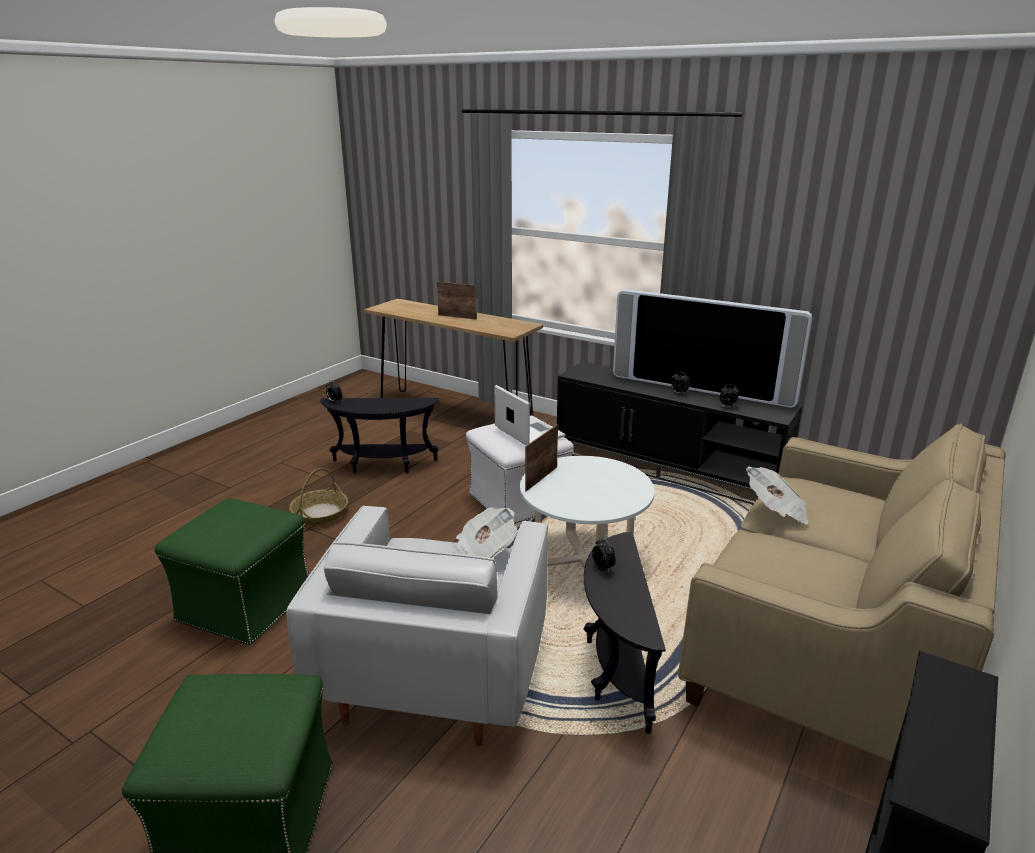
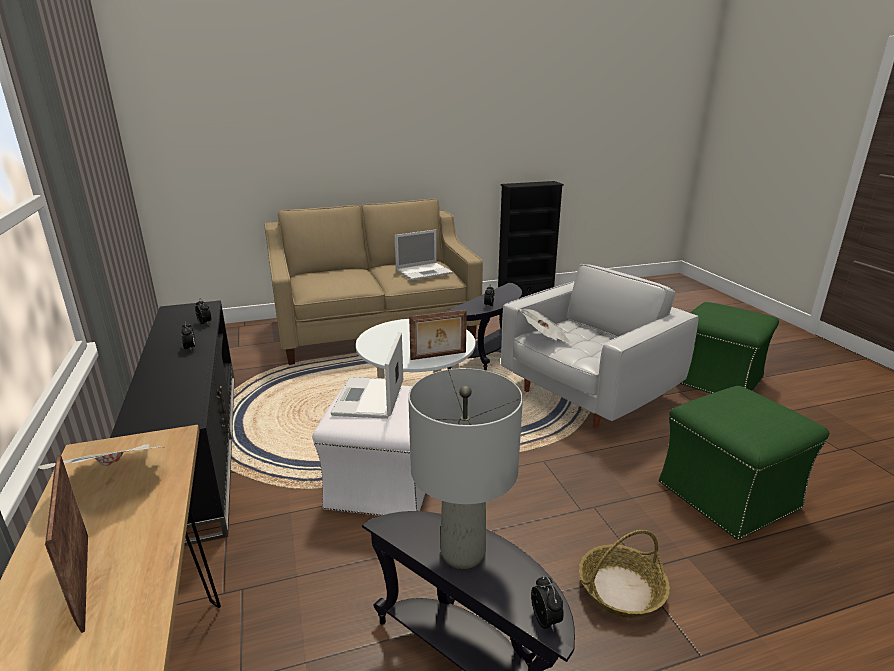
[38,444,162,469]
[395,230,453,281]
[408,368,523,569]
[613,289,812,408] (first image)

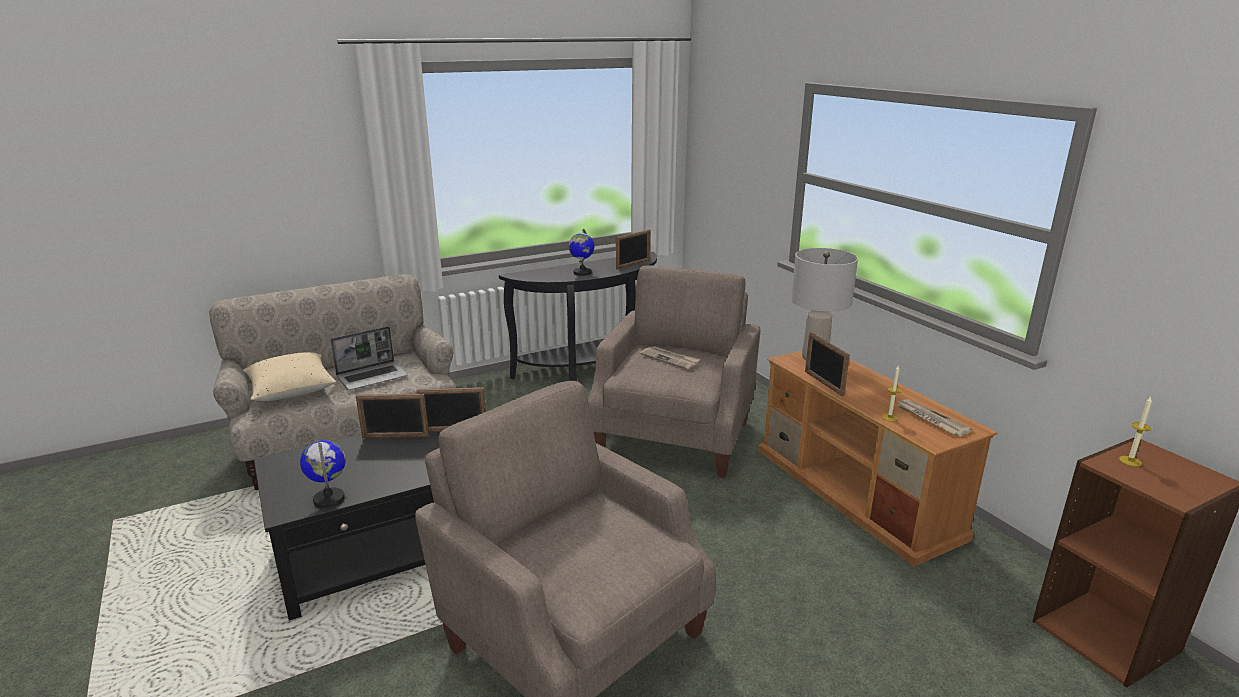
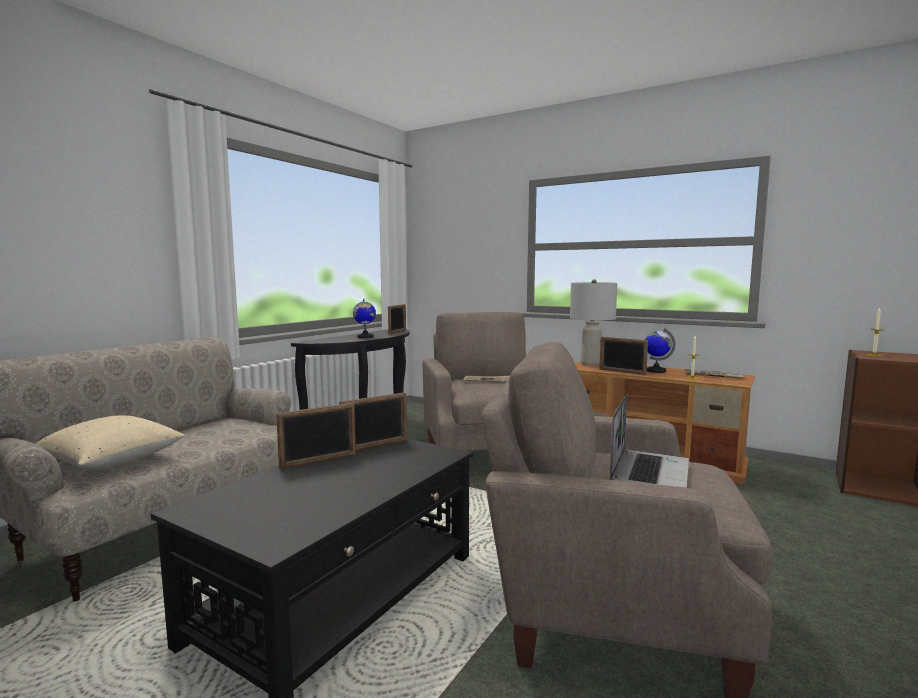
[610,394,689,488]
[645,328,675,373]

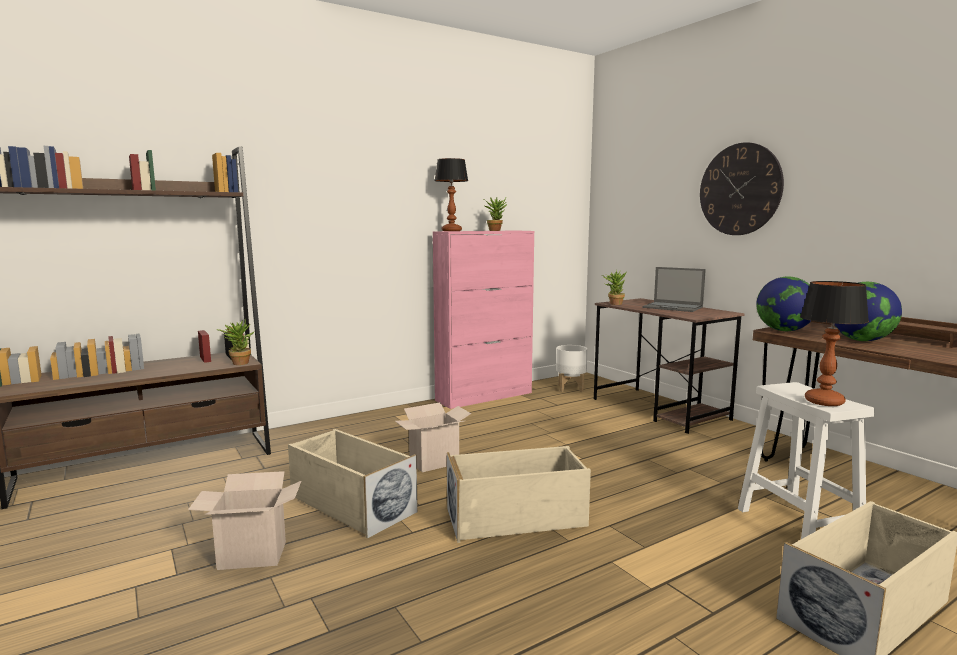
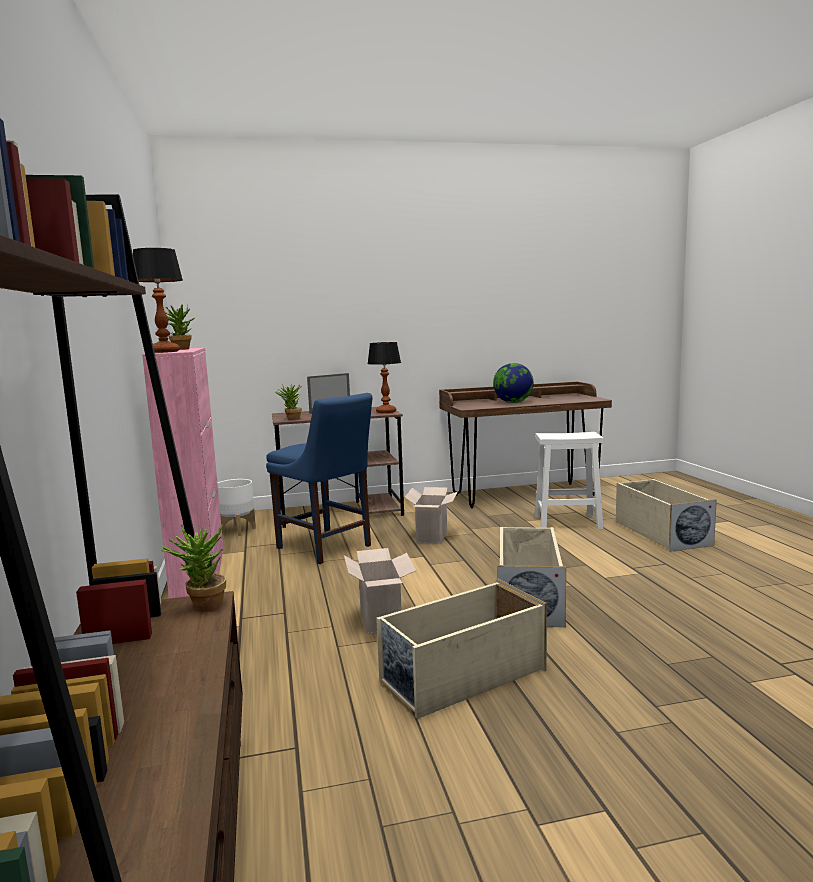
[266,393,372,564]
[367,342,401,413]
[405,487,458,543]
[700,142,784,235] (first image)
[756,277,811,331] (first image)

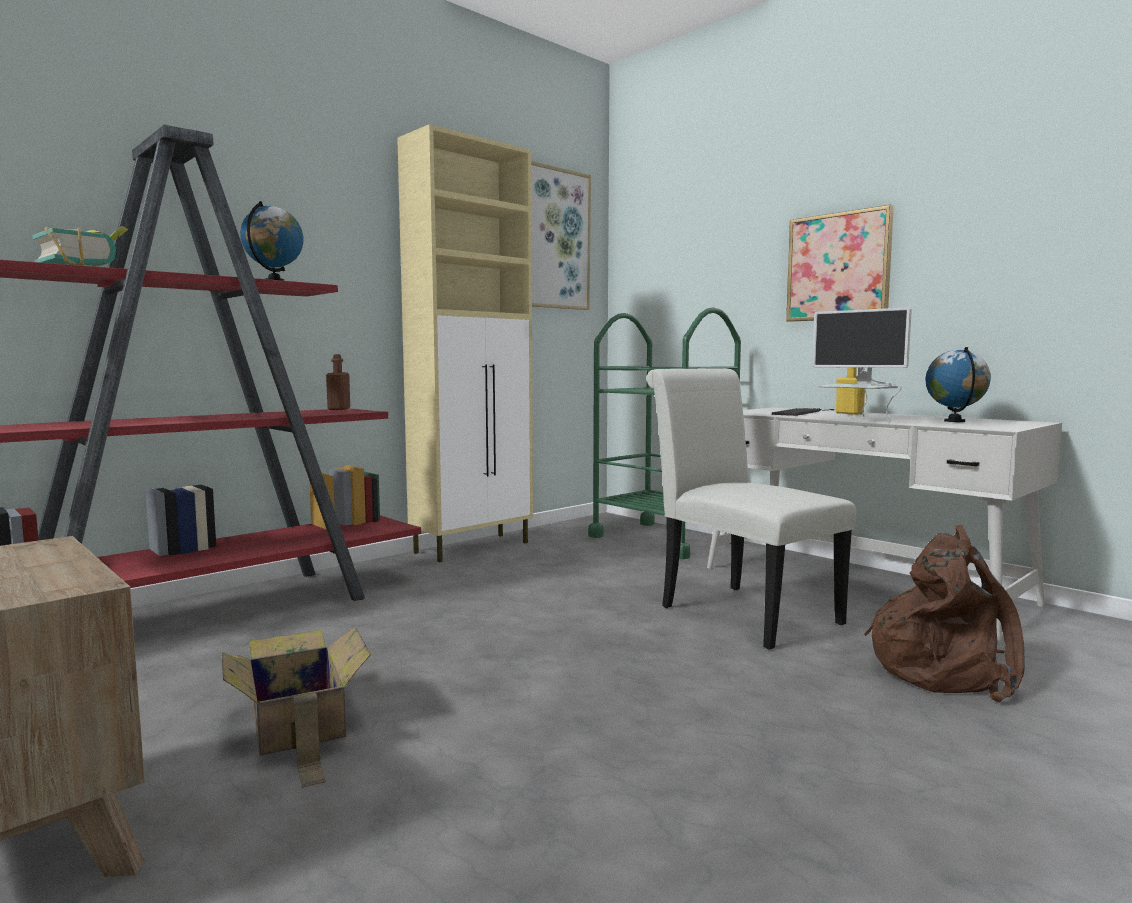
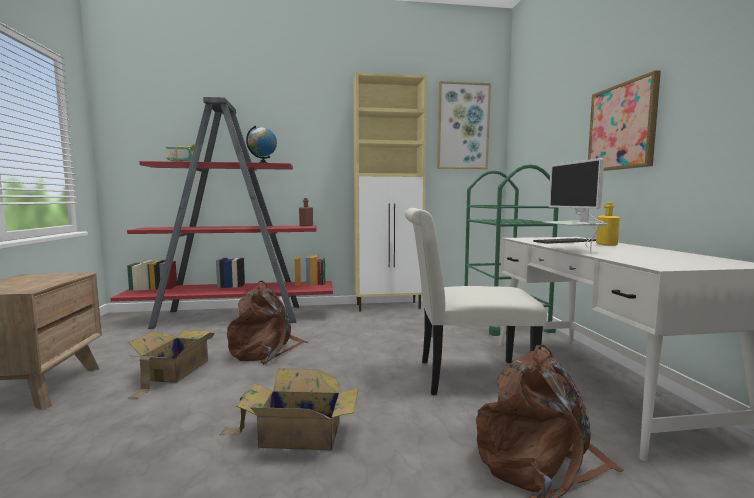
[220,368,359,450]
[227,281,308,364]
[405,208,547,395]
[925,347,991,422] (first image)

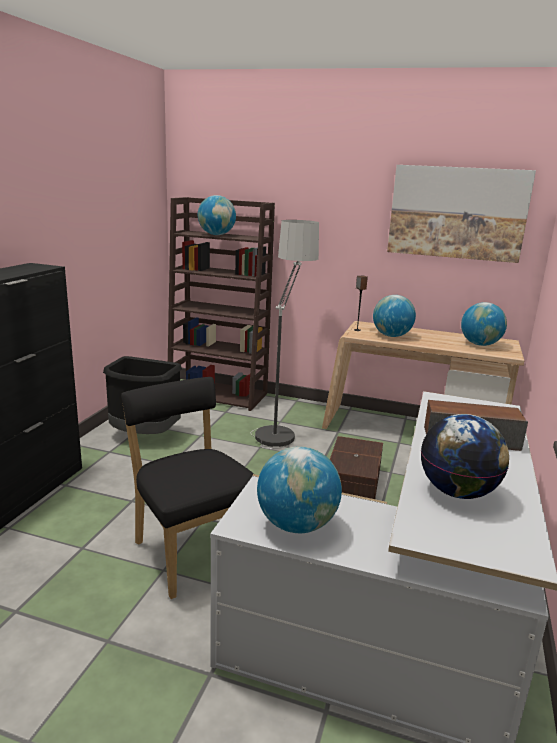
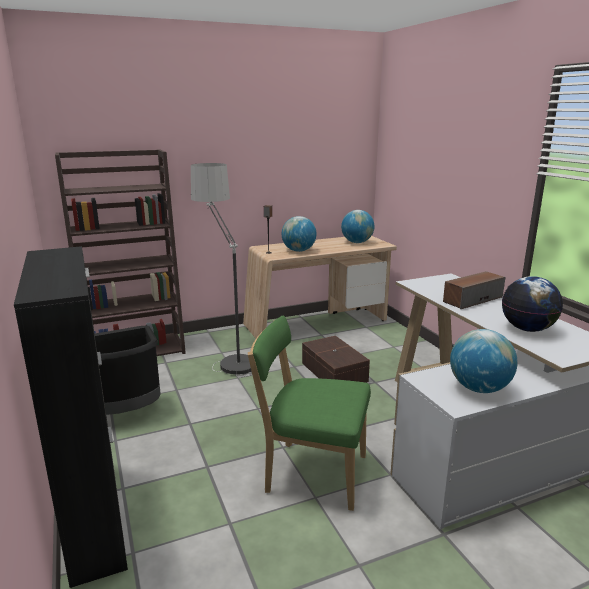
[248,315,371,511]
[198,195,236,235] (first image)
[387,165,536,263] (first image)

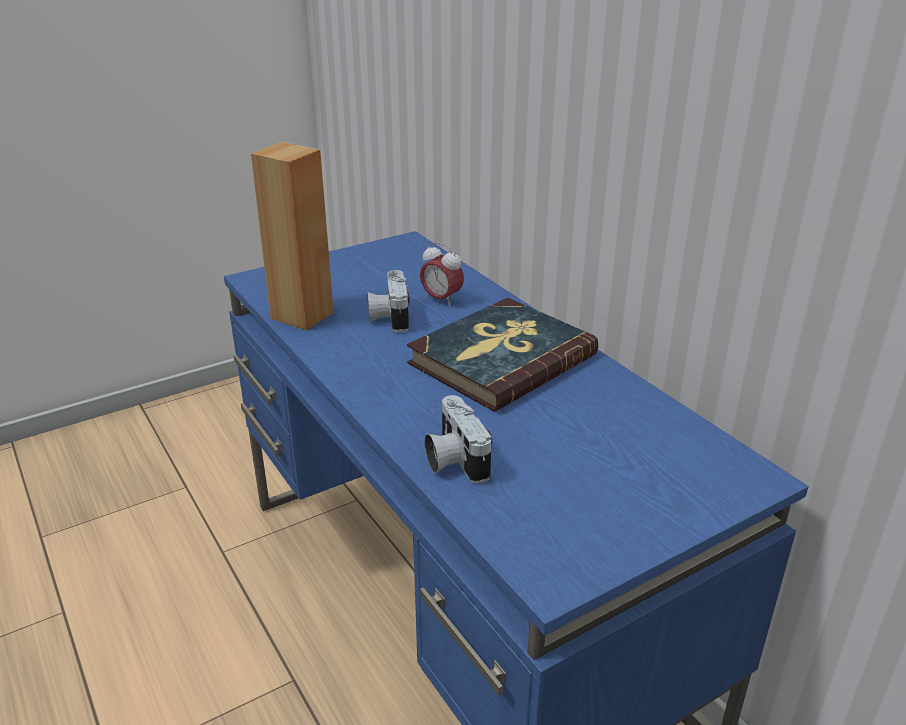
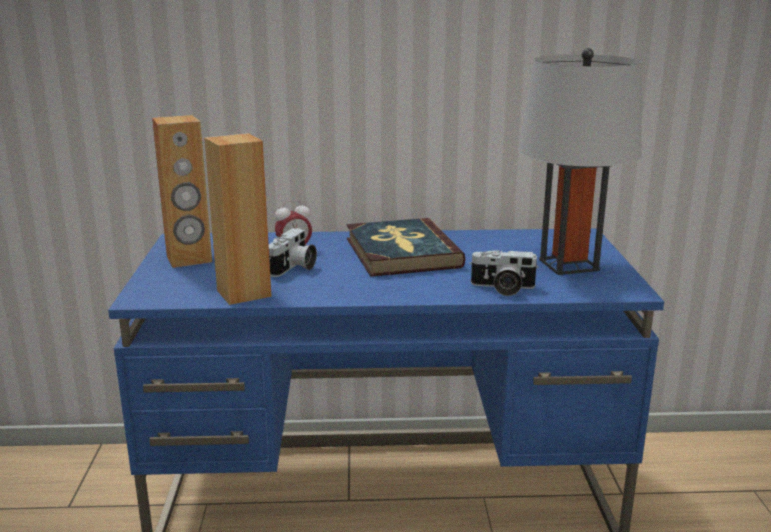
[152,115,212,268]
[269,228,317,277]
[518,48,642,275]

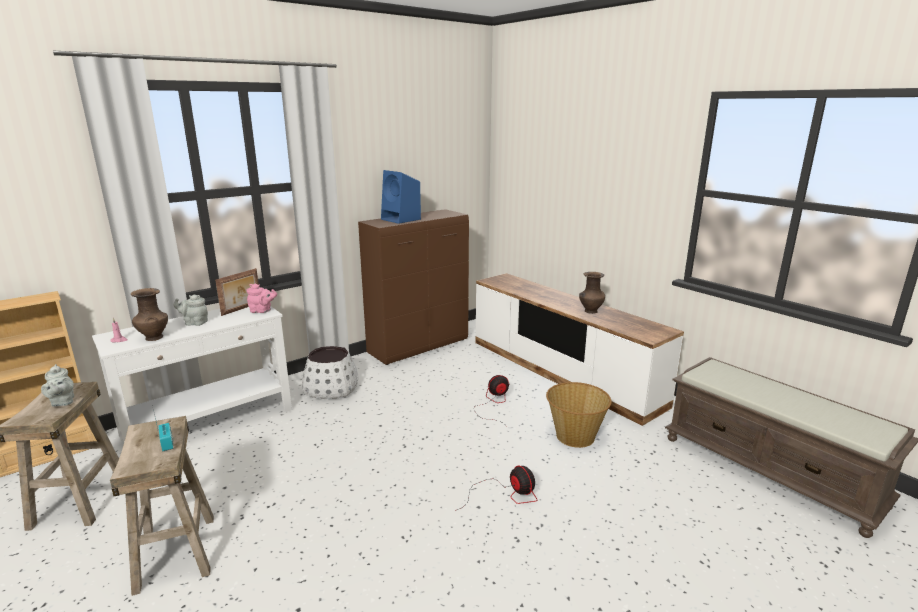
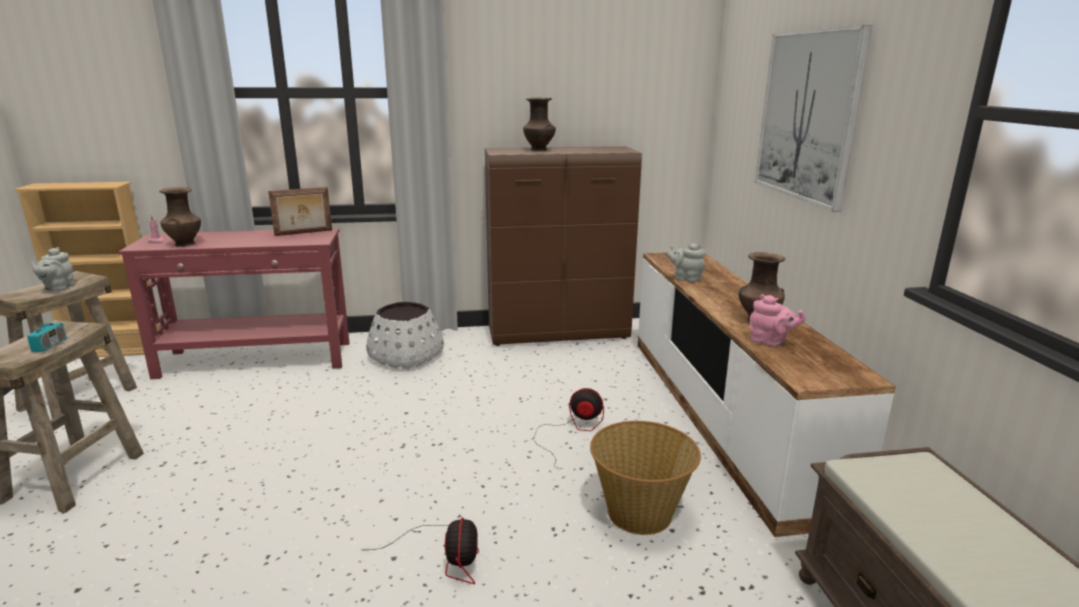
[119,228,349,379]
[523,98,556,151]
[667,243,705,282]
[750,294,806,347]
[755,25,873,212]

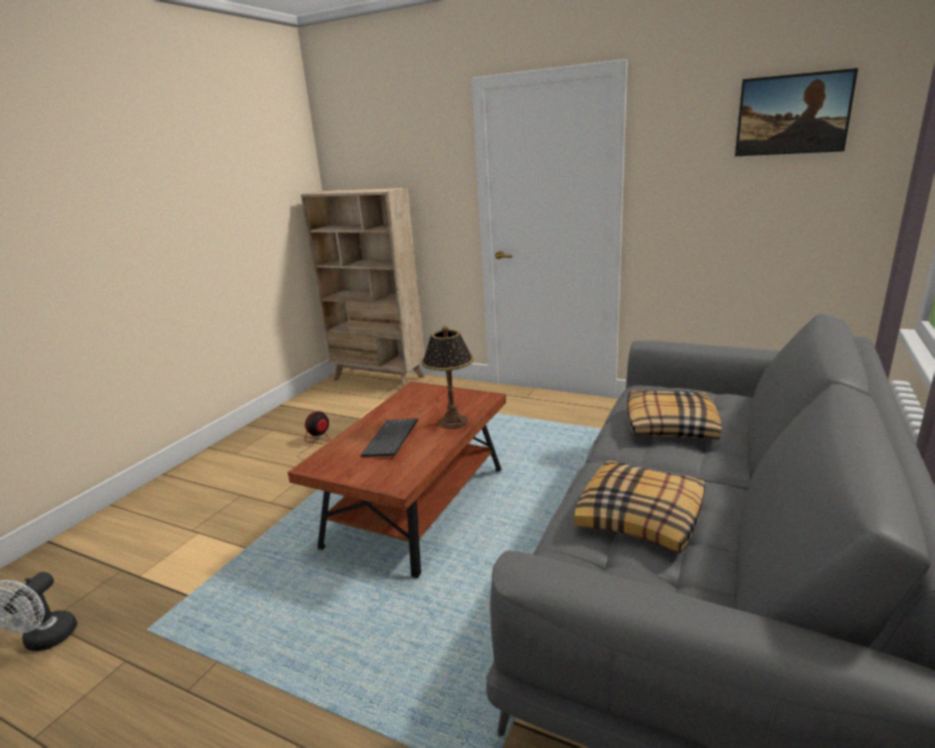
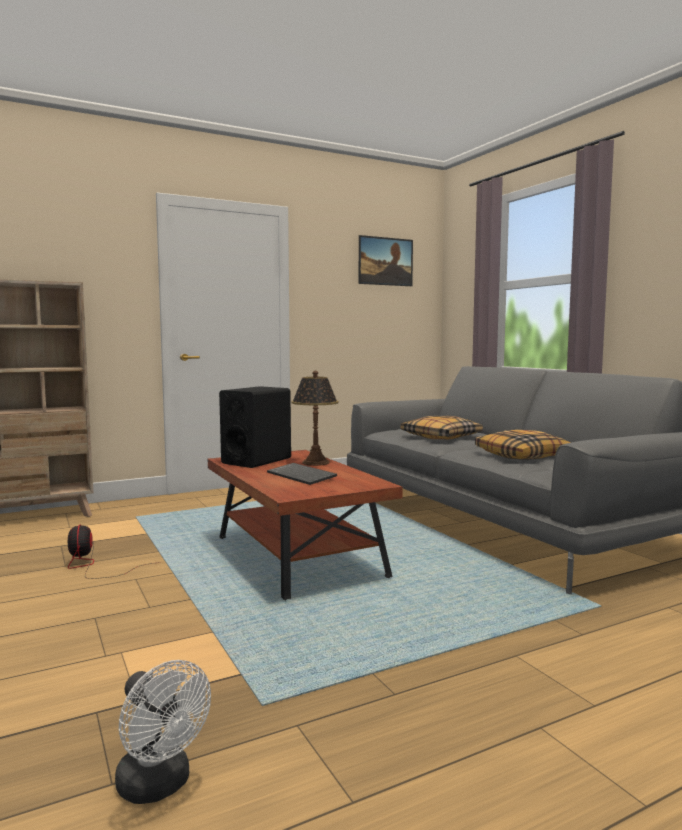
[219,386,291,468]

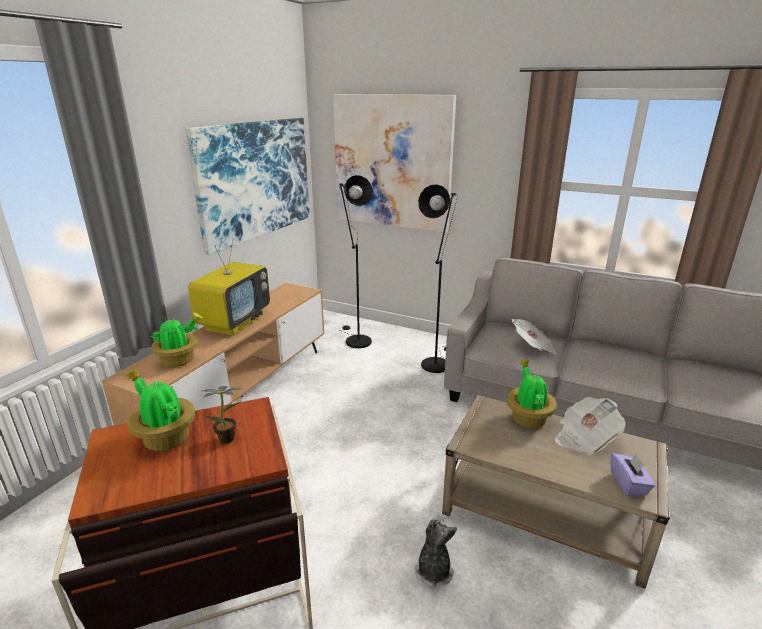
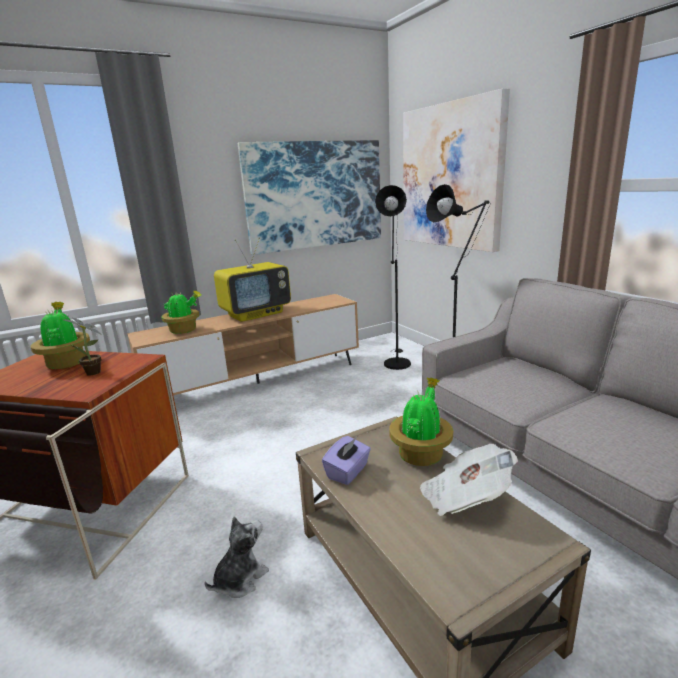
[322,436,371,485]
[512,319,556,355] (first image)

